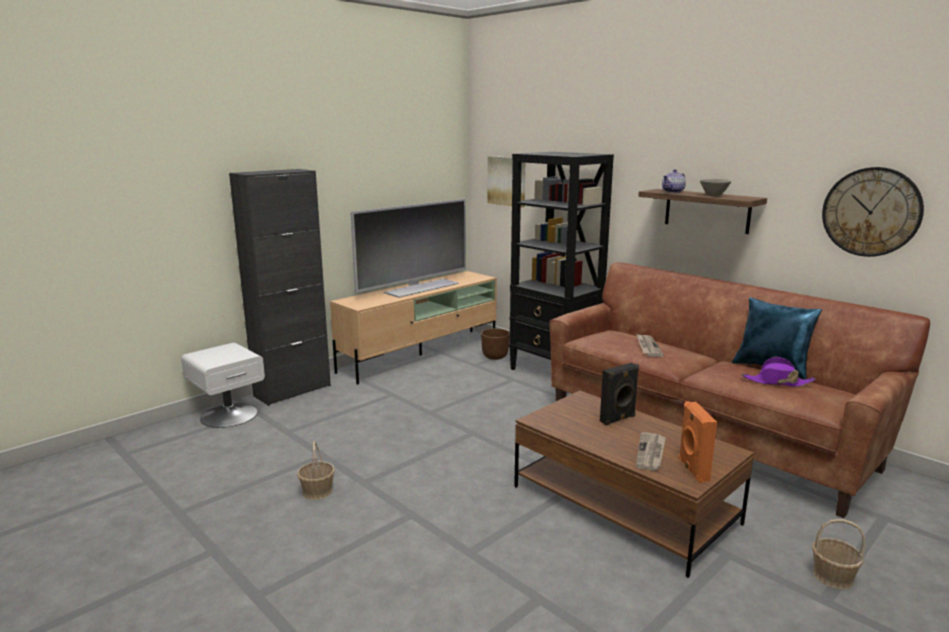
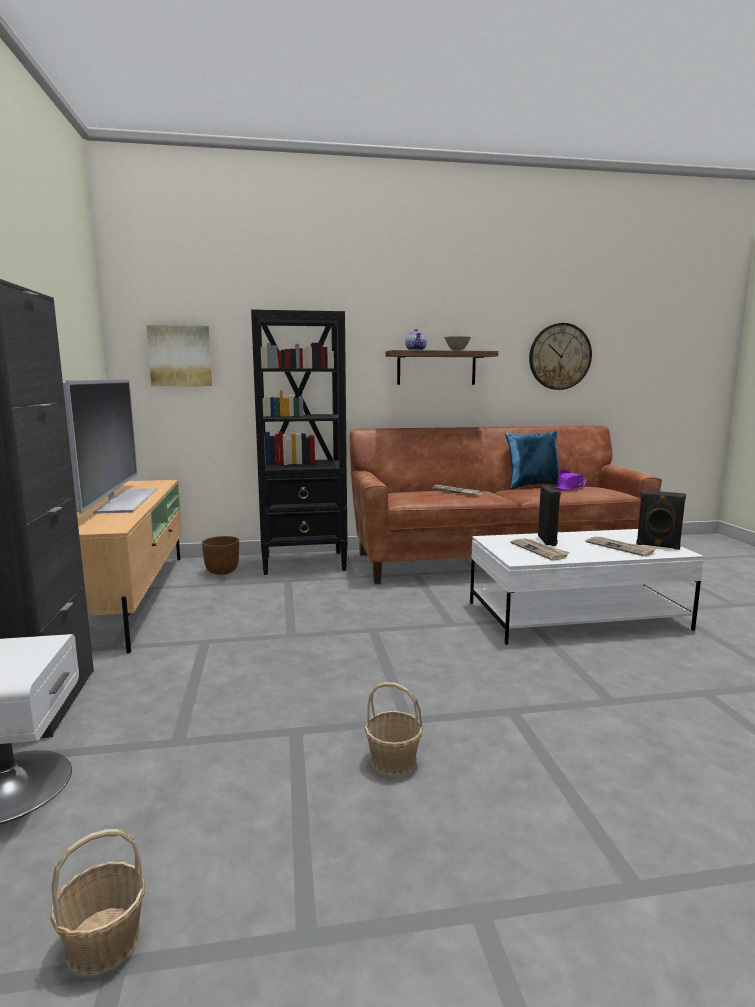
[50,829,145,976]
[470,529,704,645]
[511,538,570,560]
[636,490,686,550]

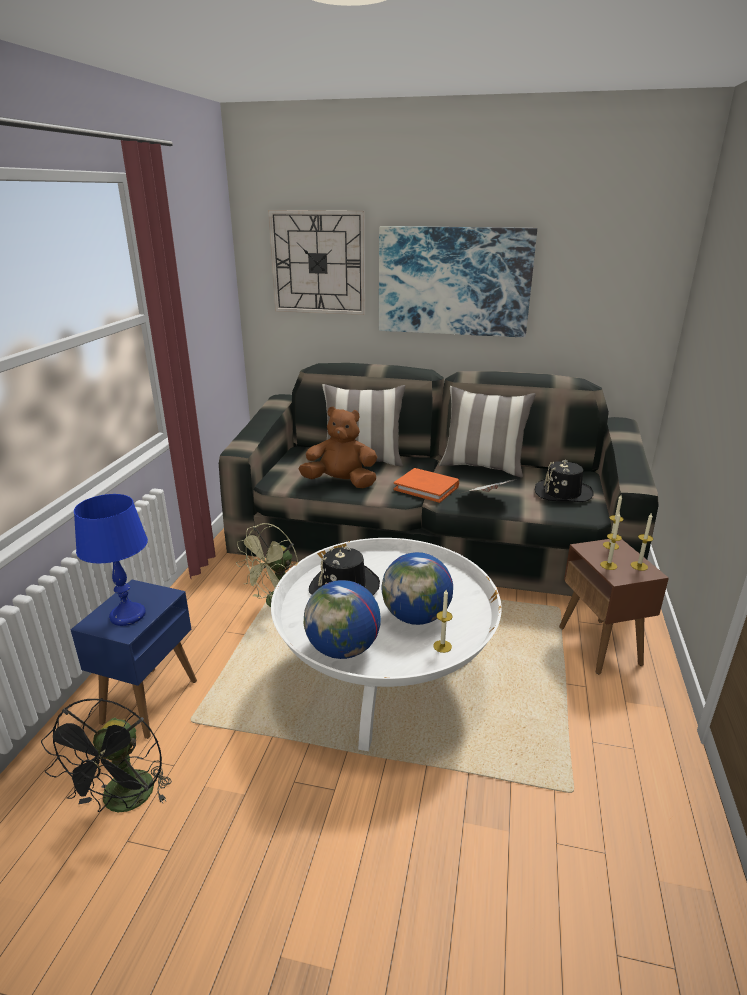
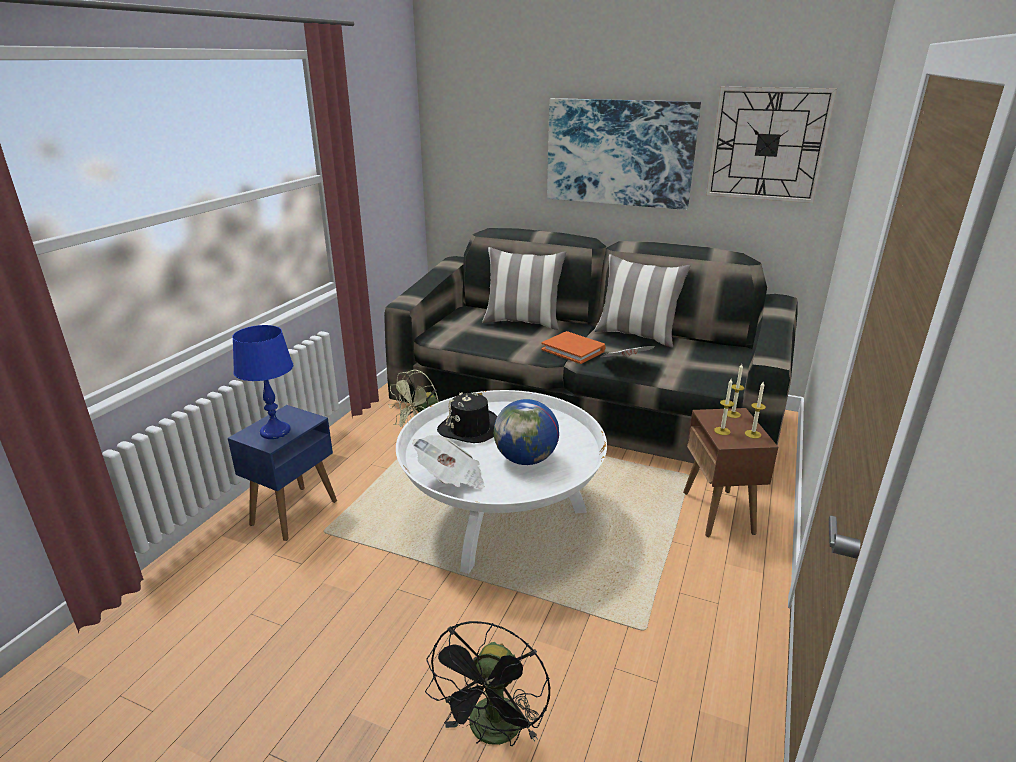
[412,435,485,489]
[425,621,550,746]
[706,87,837,203]
[299,406,377,488] (first image)
[433,590,453,653] (first image)
[535,460,594,502] (first image)

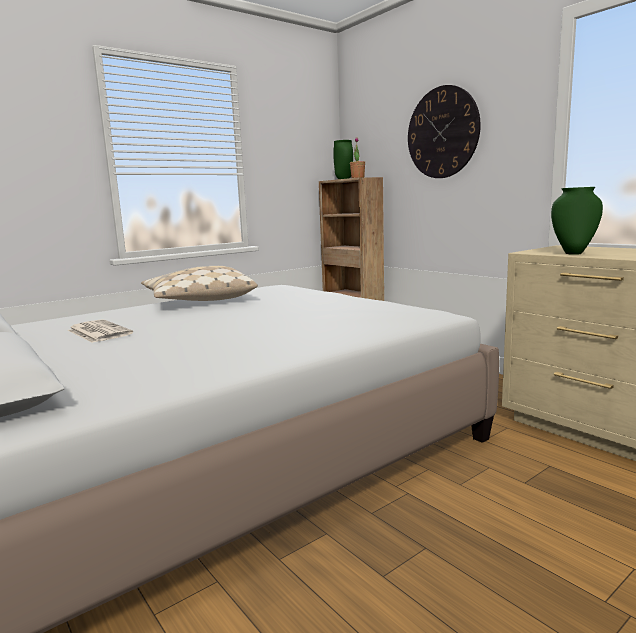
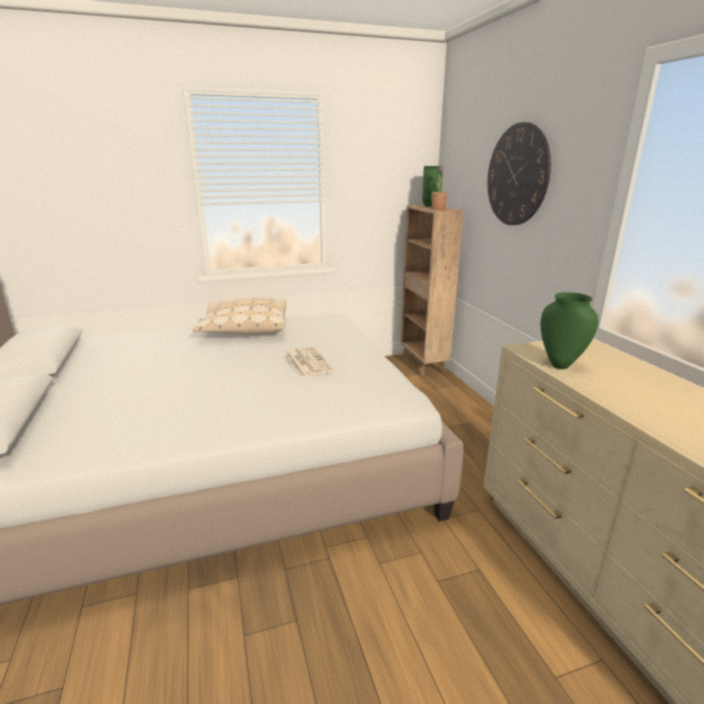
[285,347,333,377]

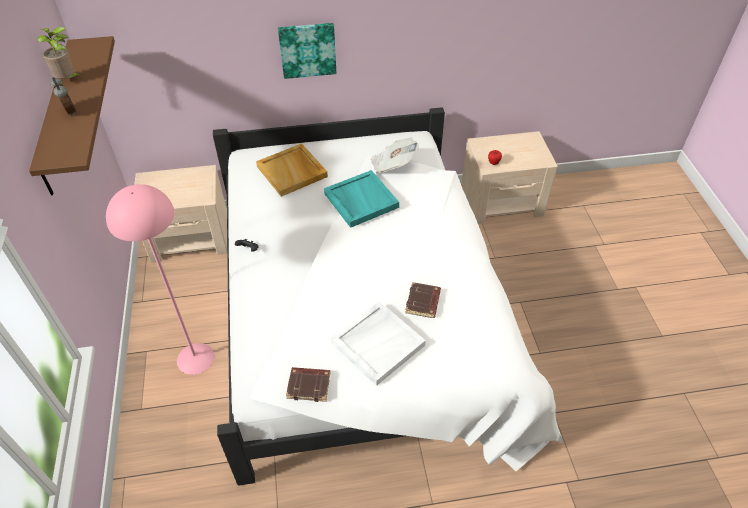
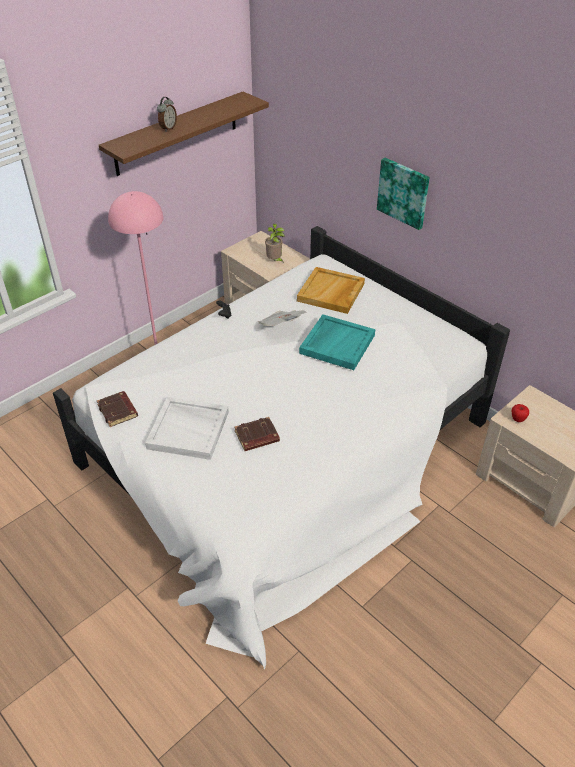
[258,310,306,326]
[265,223,285,263]

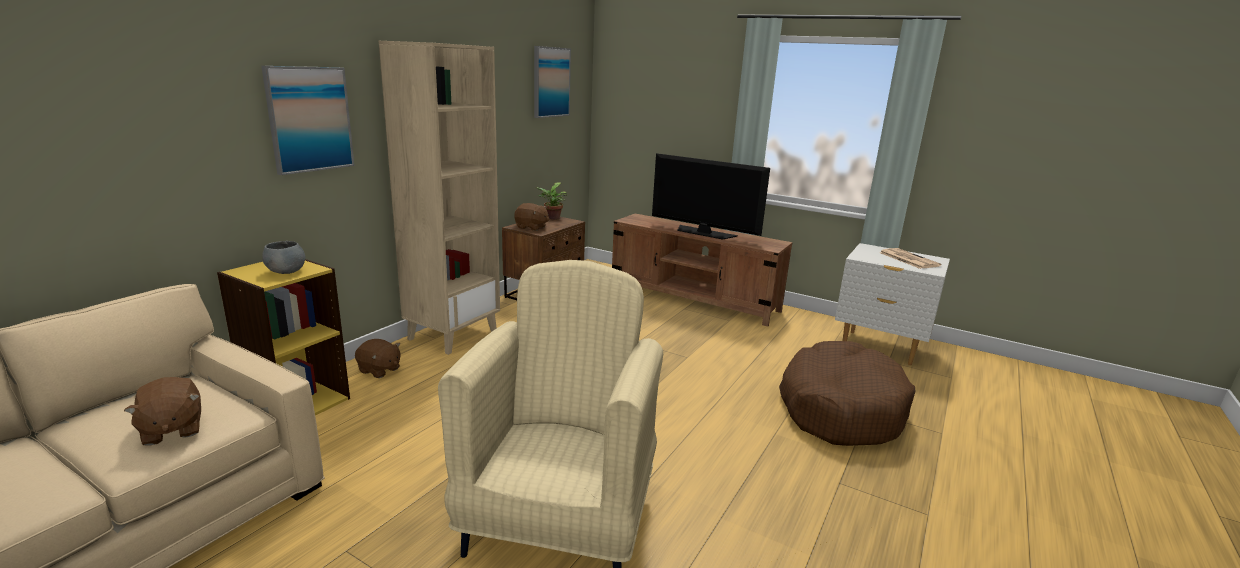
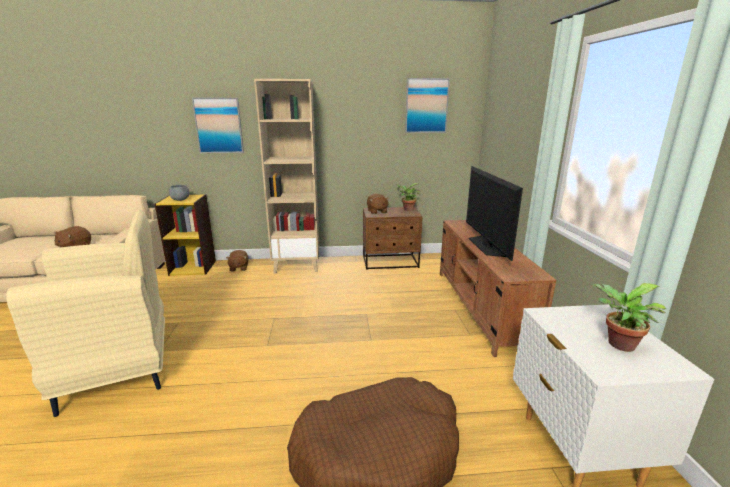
[593,283,666,352]

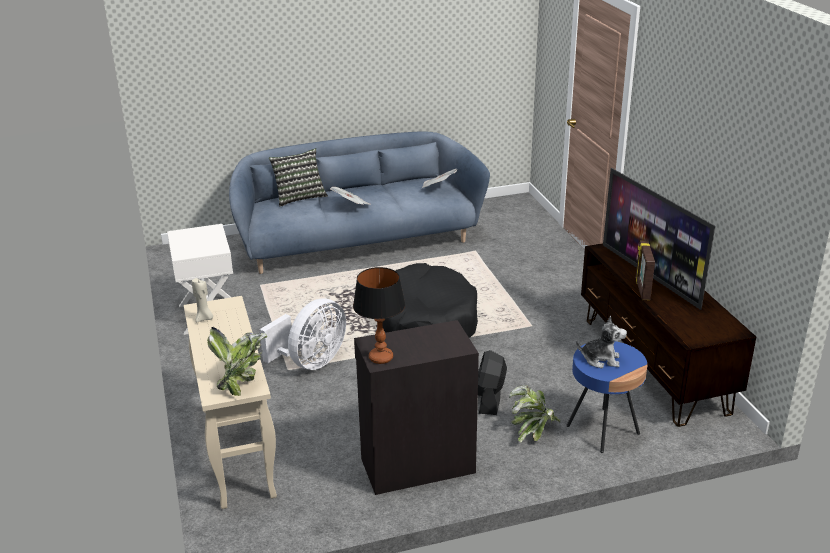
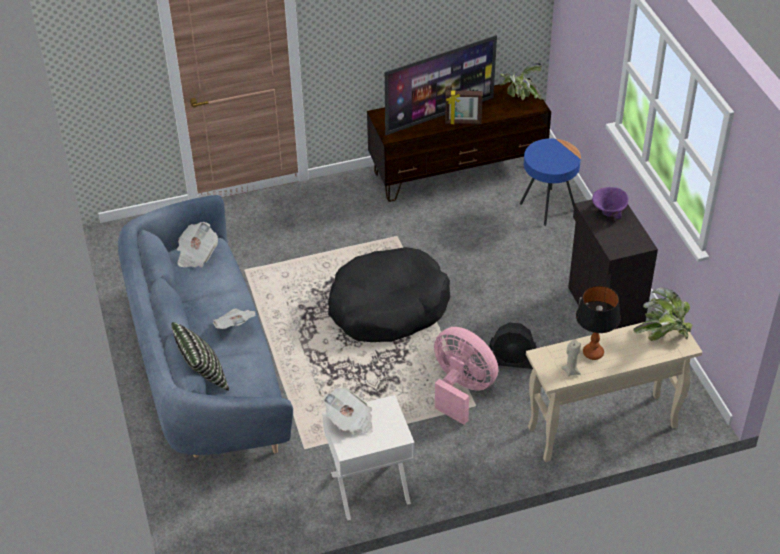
[323,388,373,433]
[434,327,498,425]
[489,323,537,369]
[500,63,543,100]
[576,285,621,360]
[592,187,628,219]
[576,316,627,368] (first image)

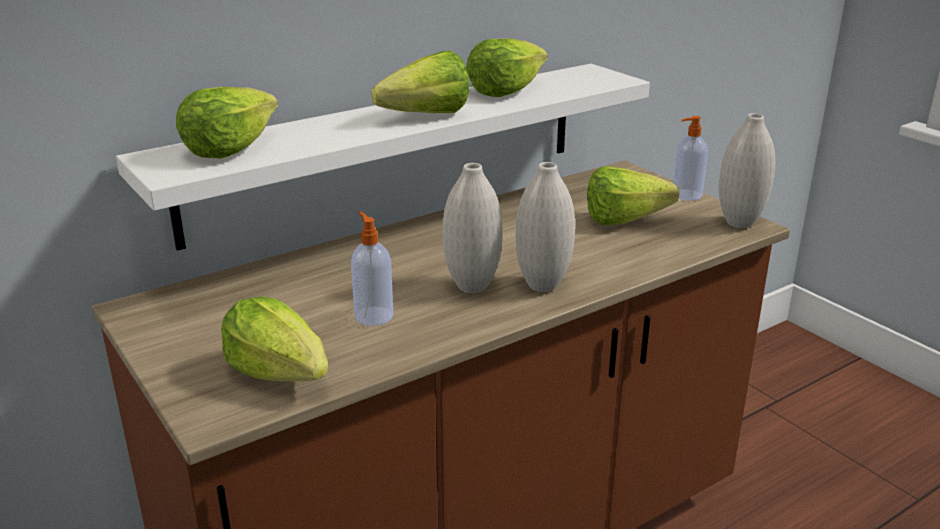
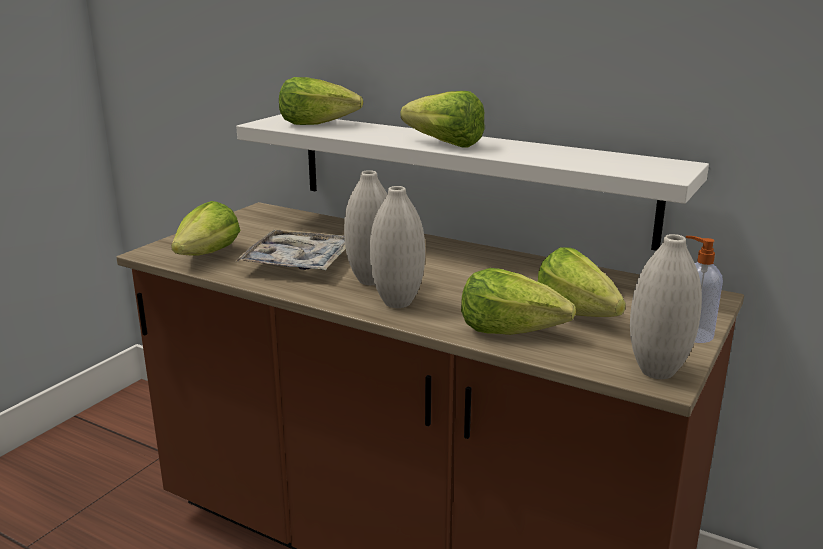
[235,229,346,270]
[461,268,576,335]

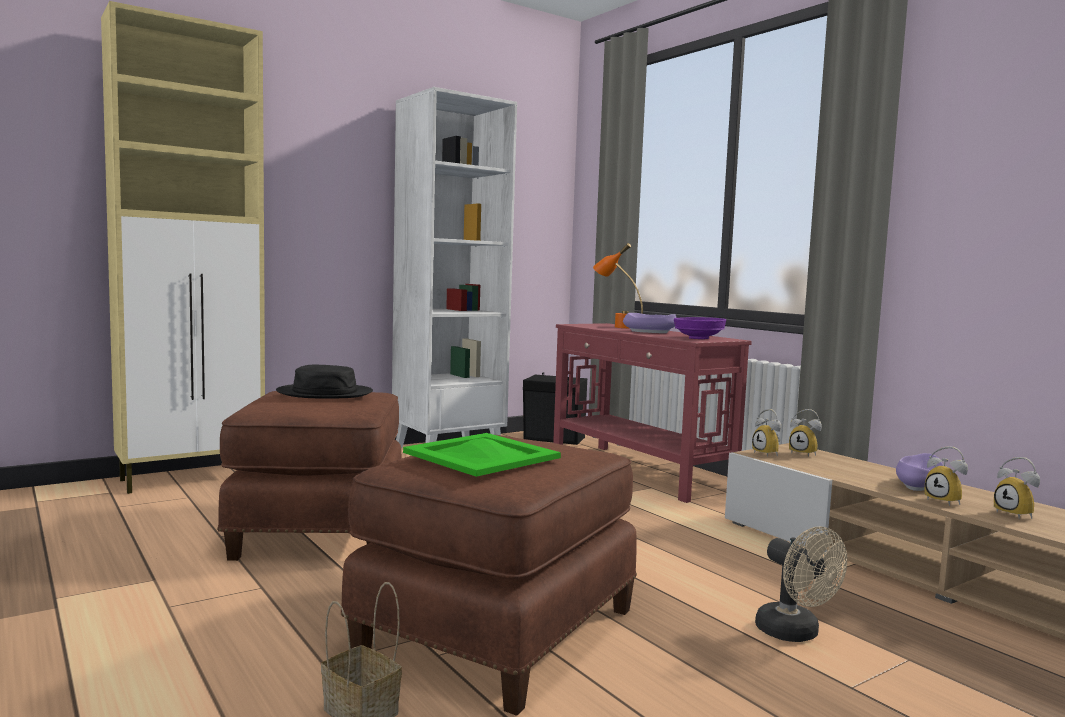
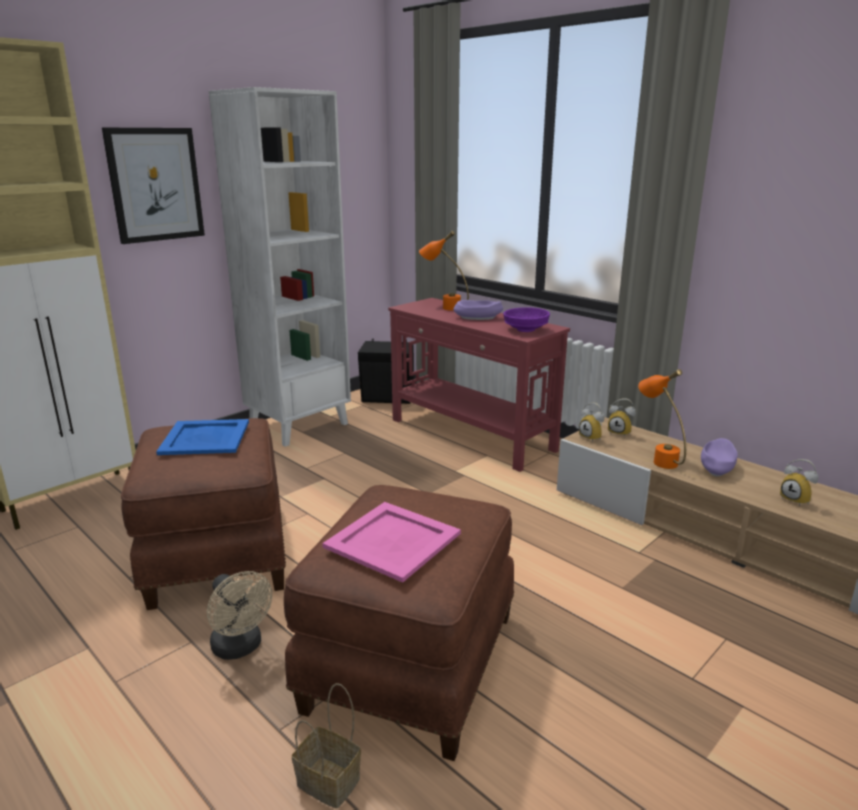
[102,128,205,244]
[156,419,249,455]
[207,571,272,660]
[322,502,461,583]
[638,369,686,469]
[925,446,968,506] (first image)

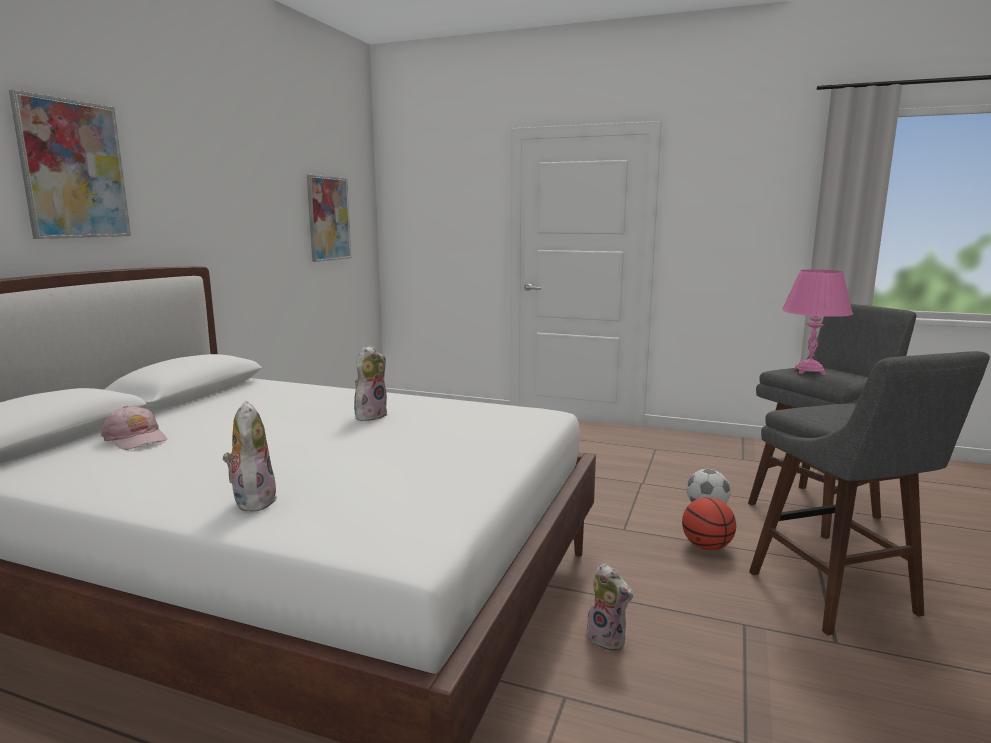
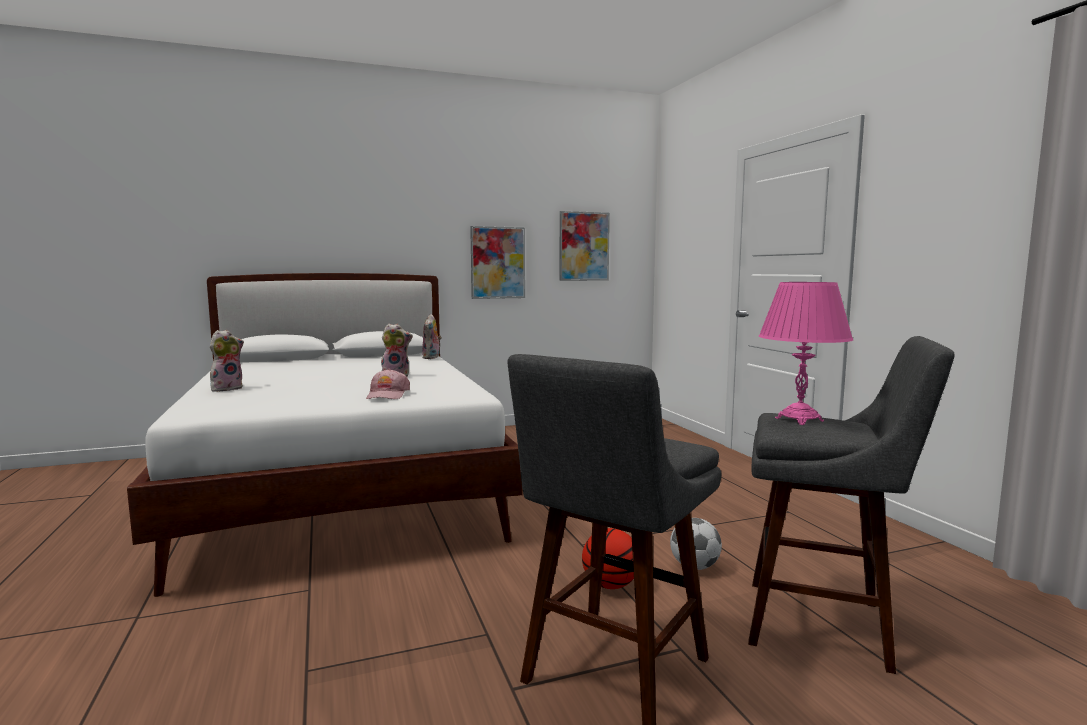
[366,369,410,399]
[422,314,442,359]
[470,226,525,299]

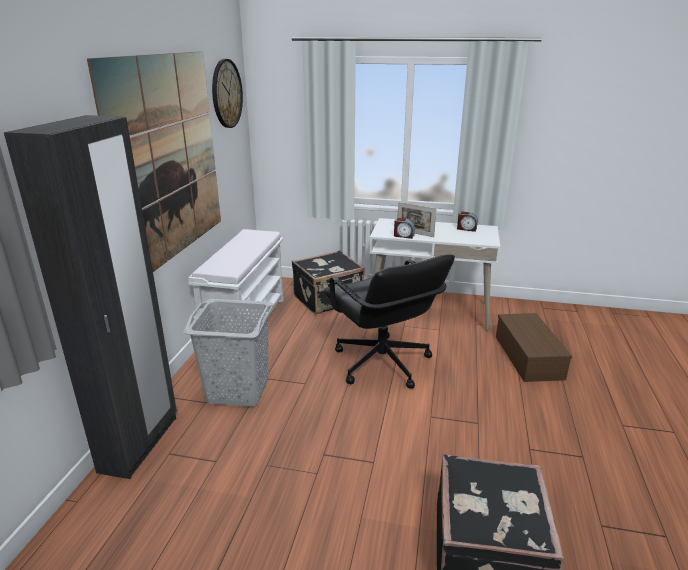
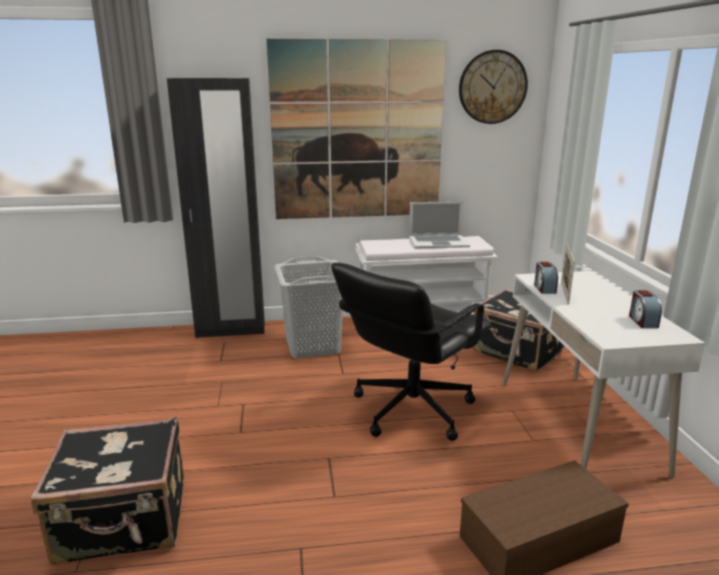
[409,201,470,249]

